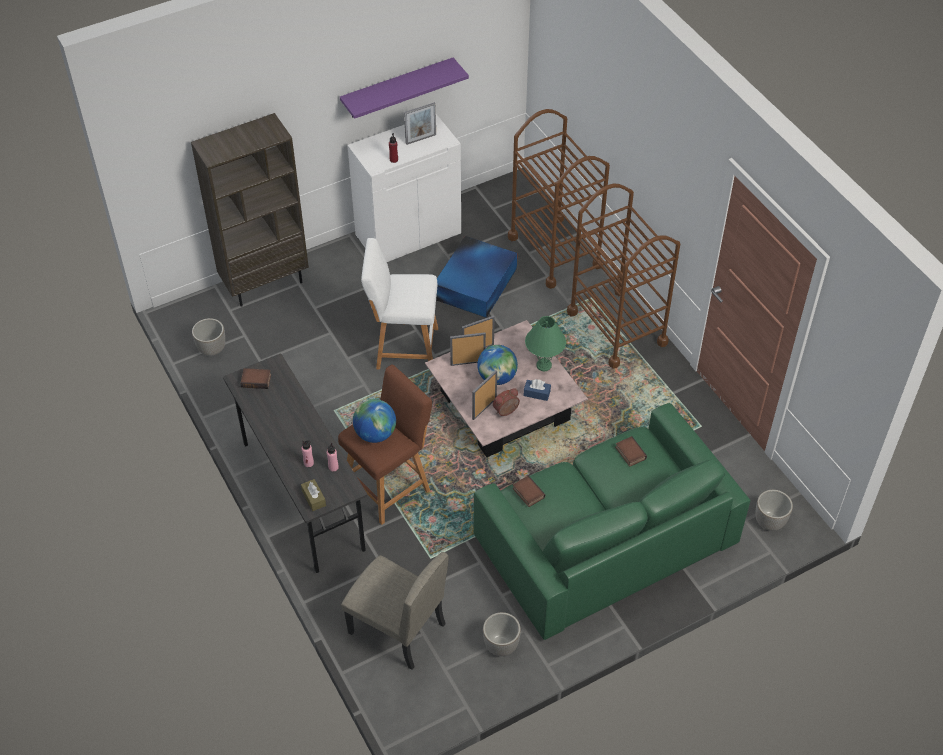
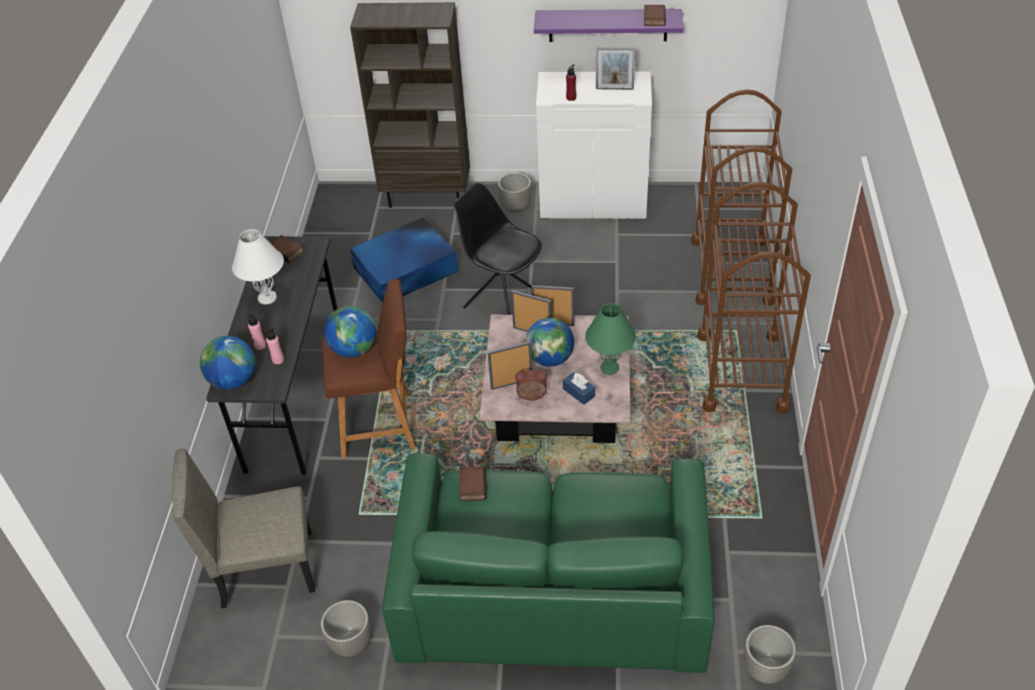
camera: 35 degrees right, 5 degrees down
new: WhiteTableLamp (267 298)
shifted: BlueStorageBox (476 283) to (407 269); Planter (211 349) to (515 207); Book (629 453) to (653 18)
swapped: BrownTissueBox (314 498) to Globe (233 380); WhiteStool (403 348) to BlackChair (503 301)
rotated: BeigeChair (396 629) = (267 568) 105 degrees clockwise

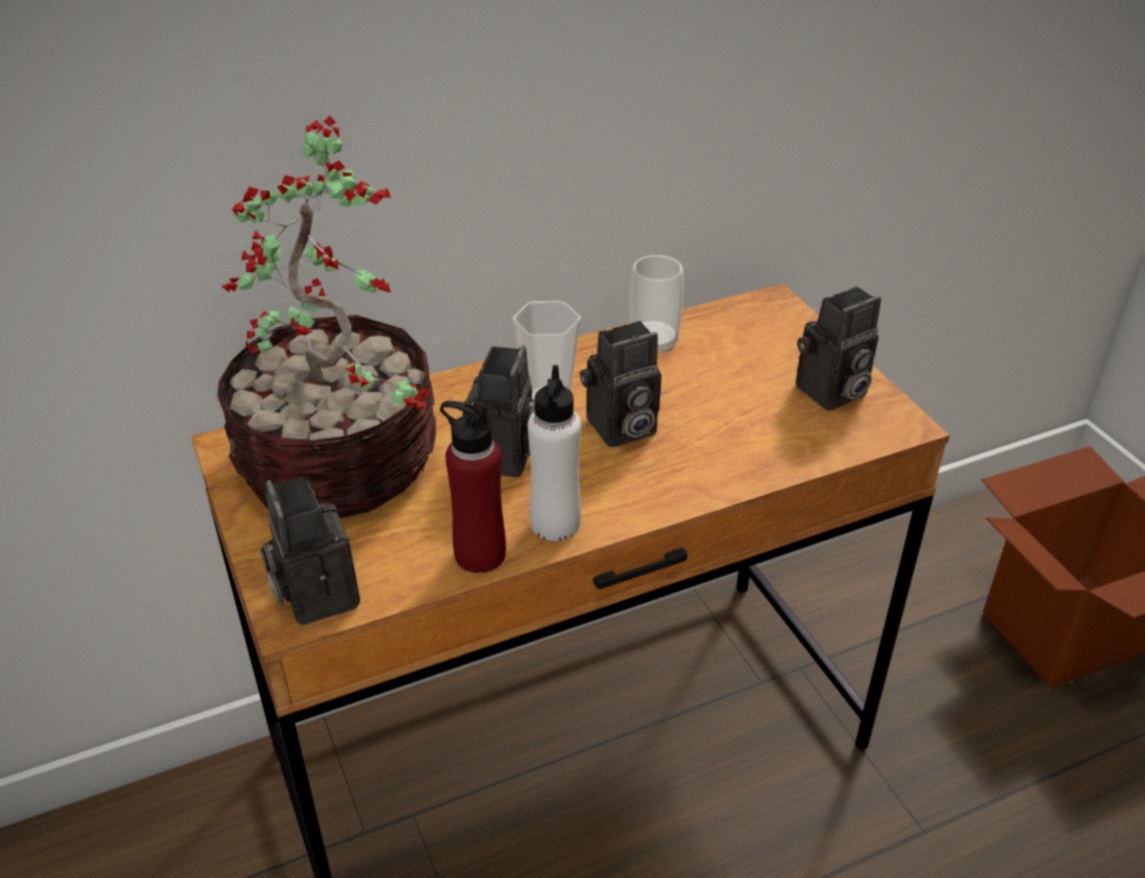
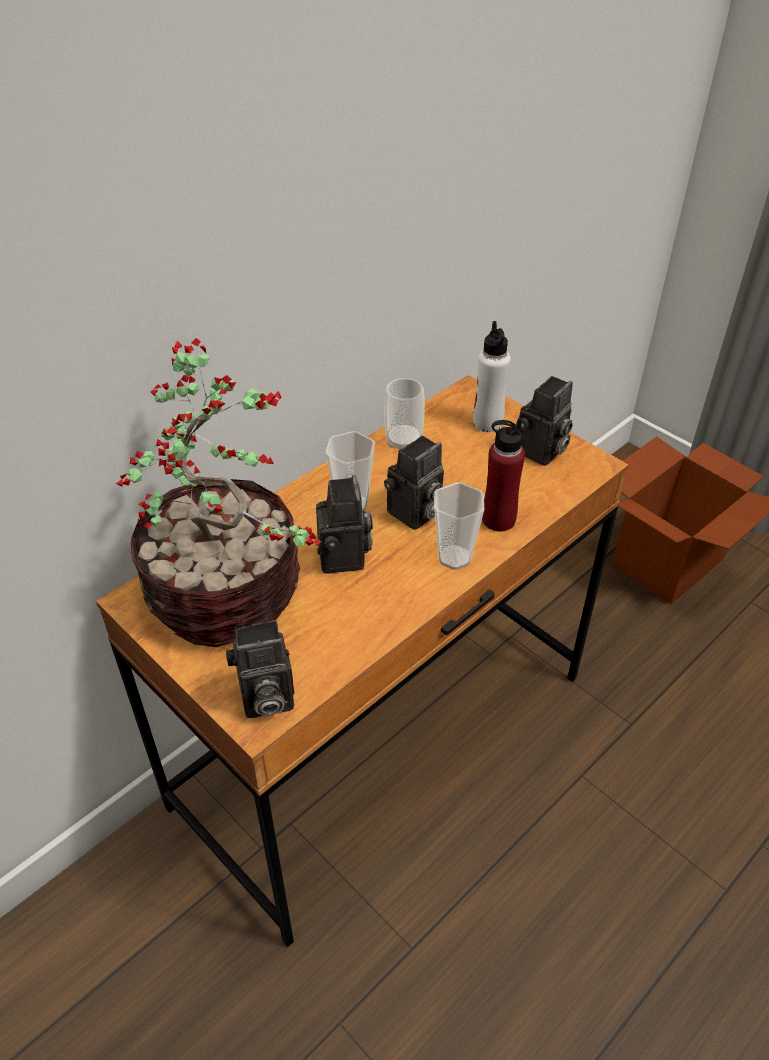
camera: 20 degrees left, 5 degrees up
new: Cup (454 557)
shifted: WhiteBottle (555 524) to (487 423); RedBottle (479 554) to (498 519)
rotated: PhotoCamera (314 594) = (264 699) 60 degrees counterclockwise

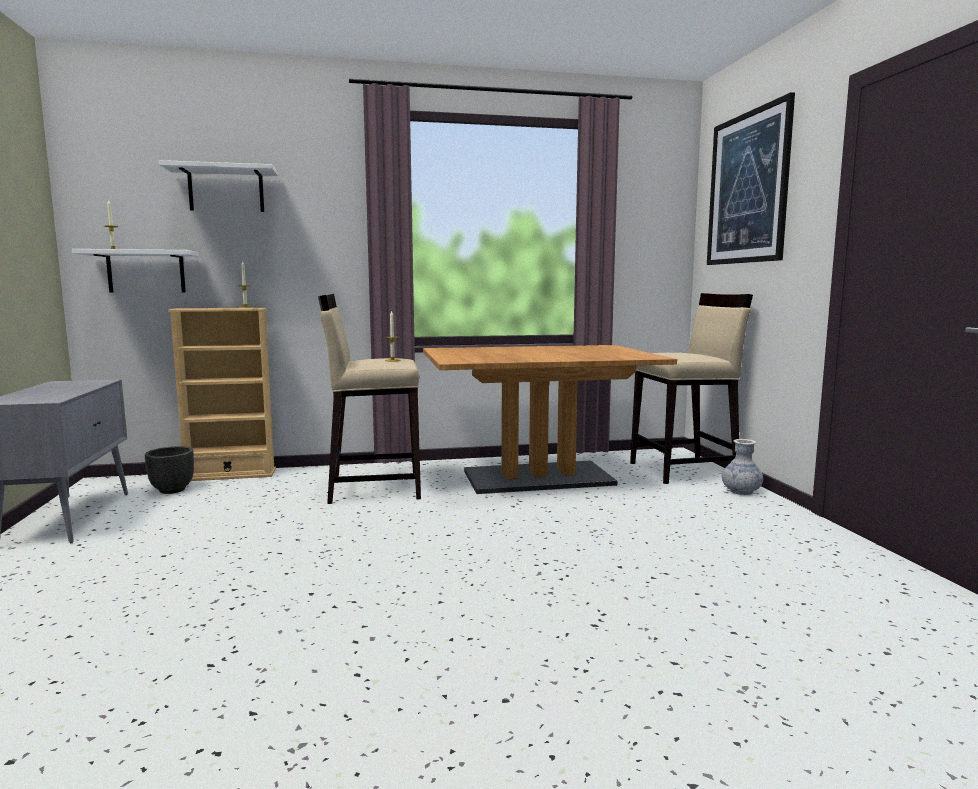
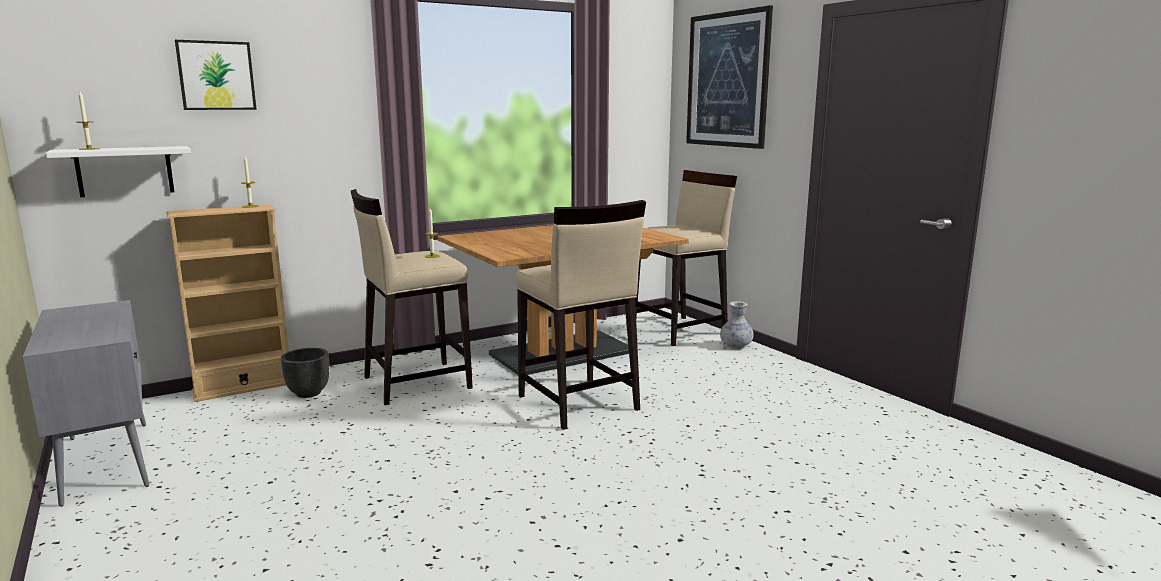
camera: 20 degrees left, 5 degrees up
new: BeigeStool (578 403)
shifted: BlackPlanter (173 490) to (309 393)
swapped: WhiteShelf (226 190) to Picture (216 76)

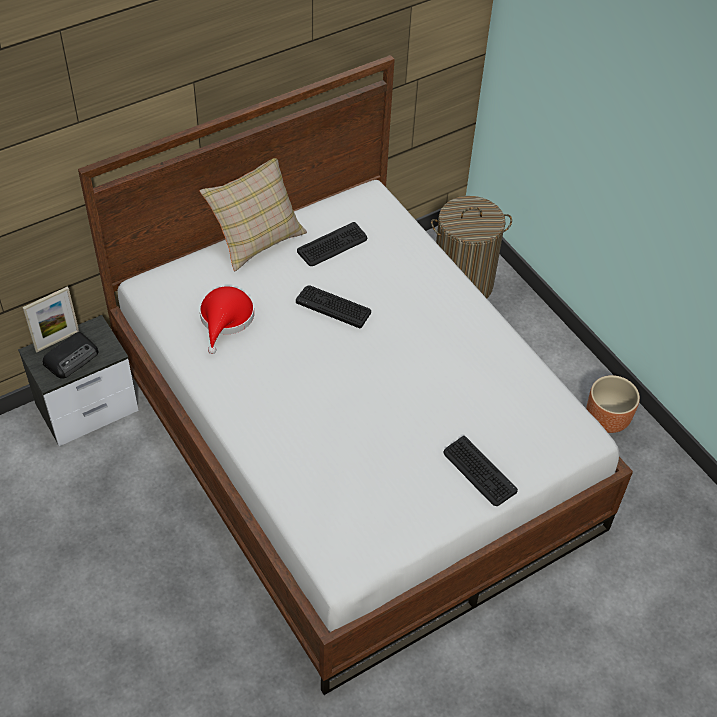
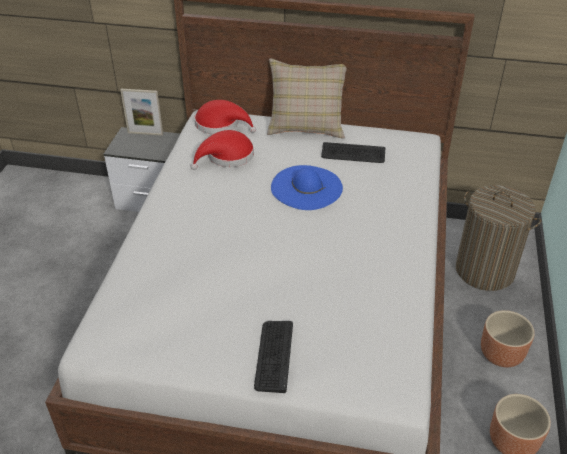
camera: 45 degrees right, 10 degrees down
gone: Radio (72 358)
new: RedHat (221 124); BrownPlanter (501 355)
swapped: Keyboard (333 306) to BlueHat (306 187)

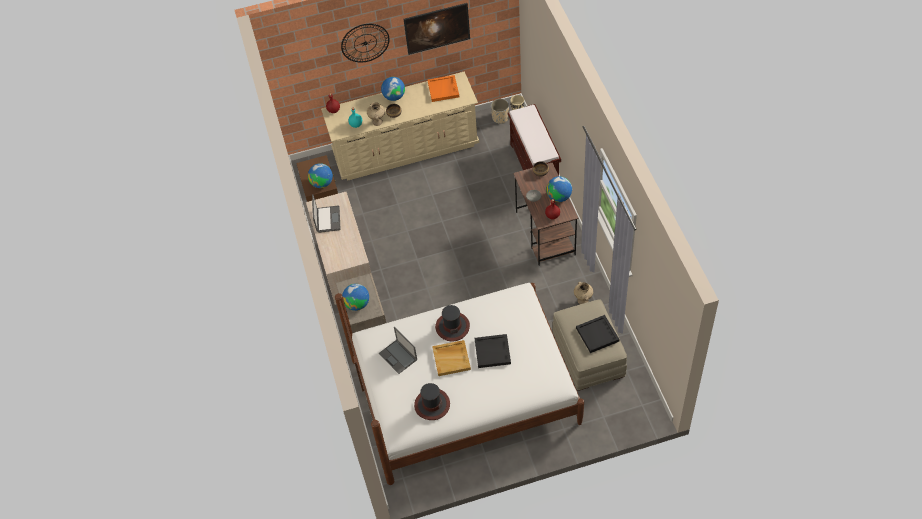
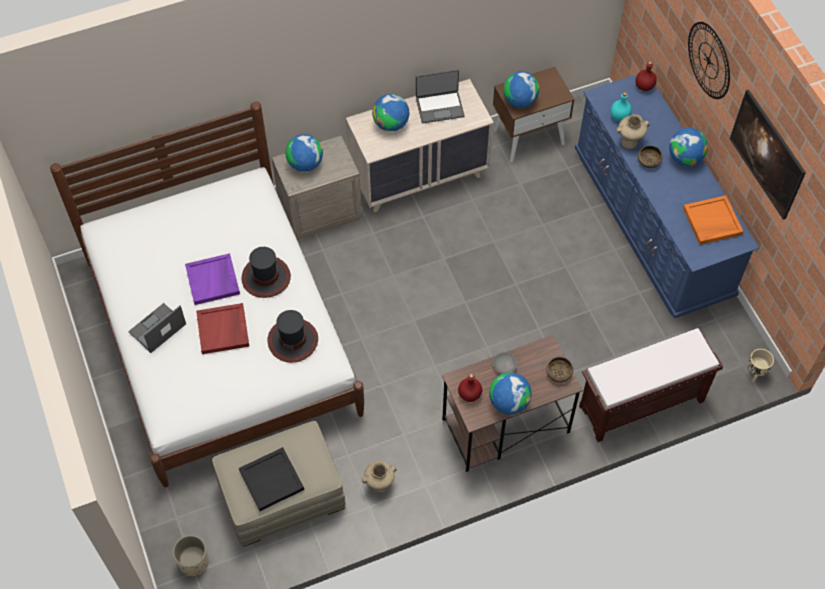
camera: 80 degrees right, 5 degrees up
new: Globe (391 124)
shifted: Laptop (398 357) to (157 329); BeigePlanter (500 118) to (194 562); Hat (432 404) to (293 340)
repainted: BeigeTray (451 358) to PurpleTray (213 280); BlackTray (493 351) to RedTray (223 330); BeigeDresser (405 148) to BlueDresser (651 223)

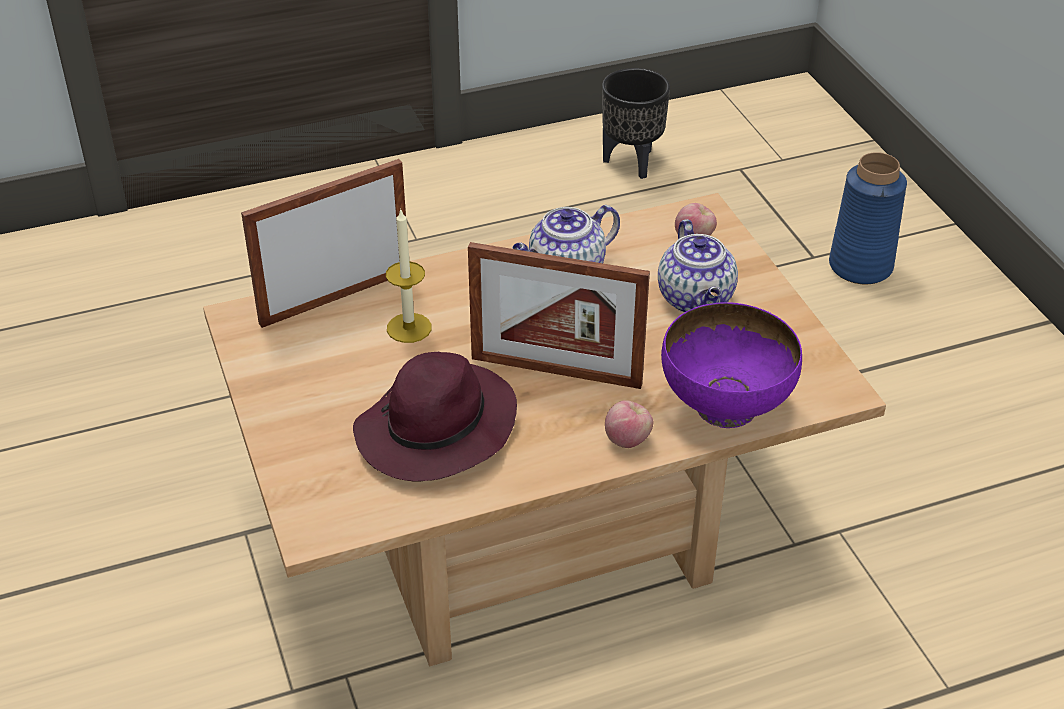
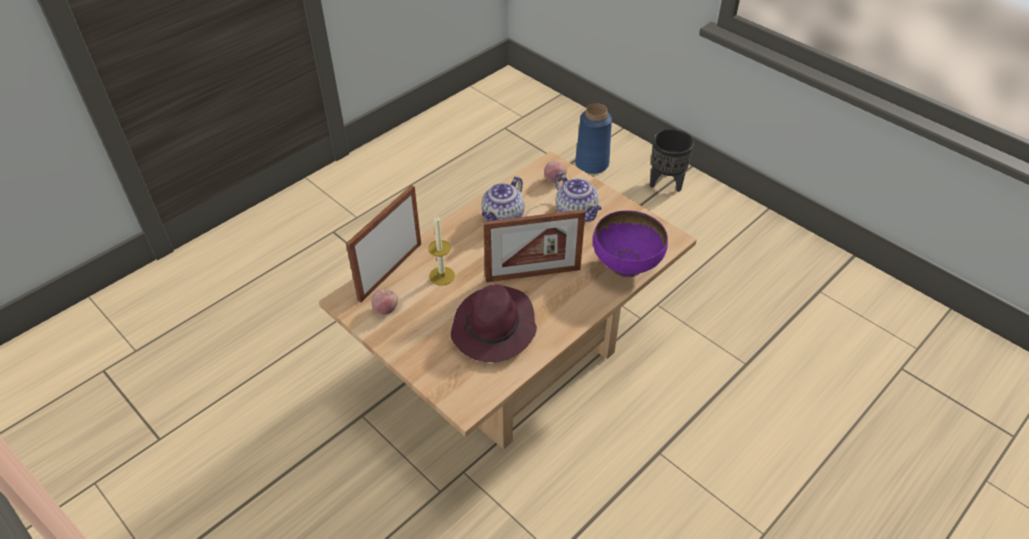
camera: 25 degrees left, 5 degrees up
shifted: Apple (627 440) to (386 309); BlackPlanter (632 162) to (666 183)

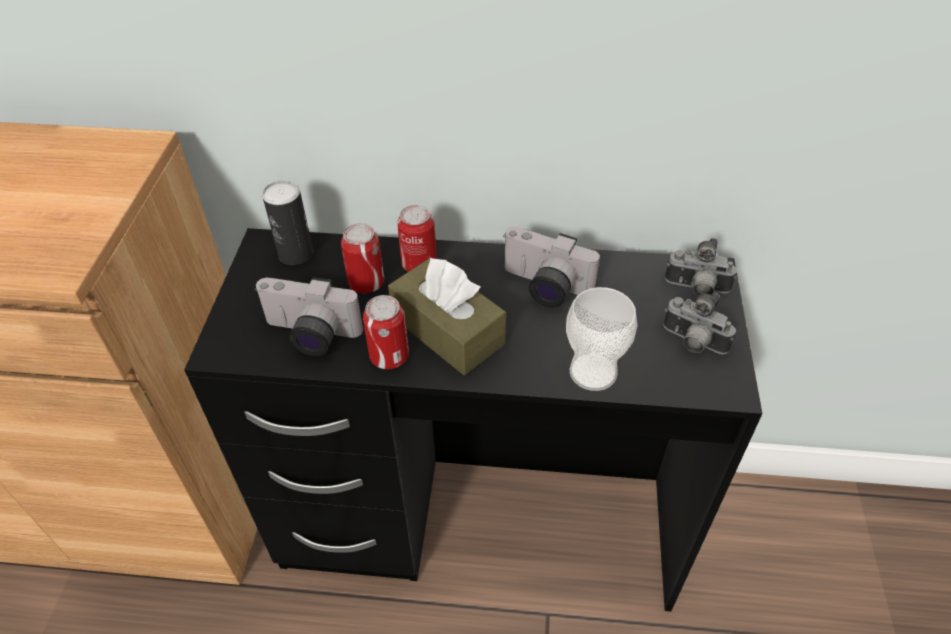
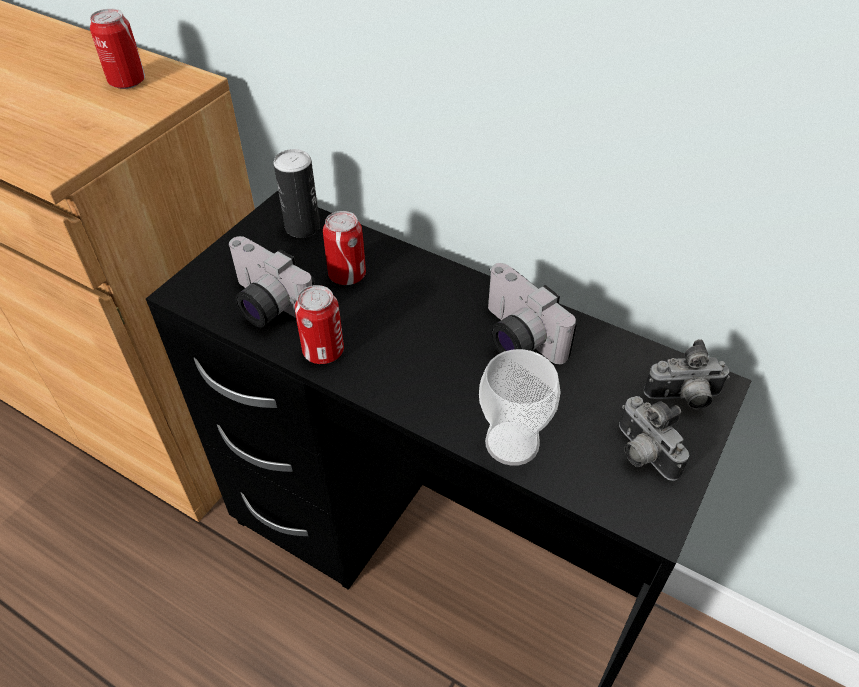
camera: 25 degrees right, 0 degrees up
gone: BrownTissueBox (447 330)
shifted: Can (419 264) to (127 82)
rotated: PhotoCamera (696 289) = (683 399) 45 degrees counterclockwise

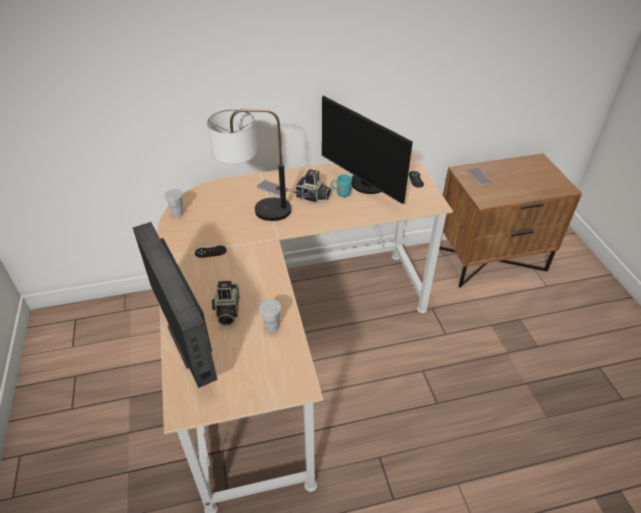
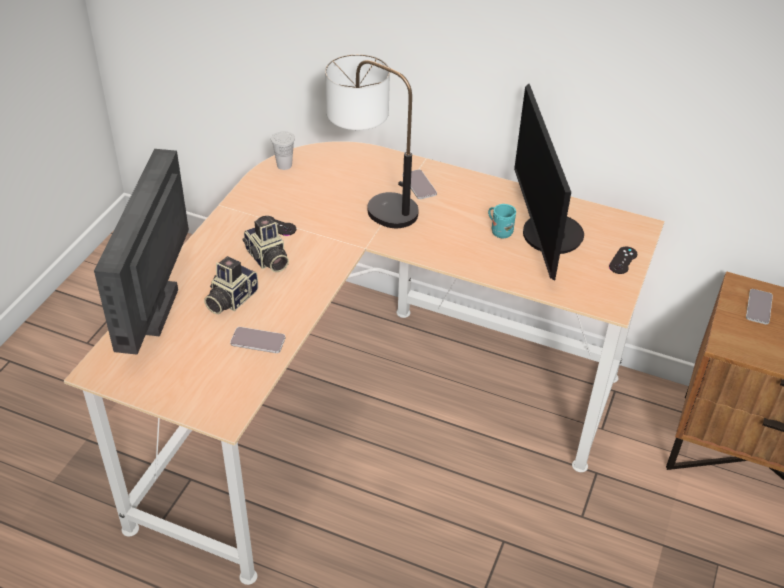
camera: 35 degrees right, 0 degrees up
shifted: PhotoCamera (313 197) to (267 259)
swapped: WhiteCup (272 327) to Phone (258 341)

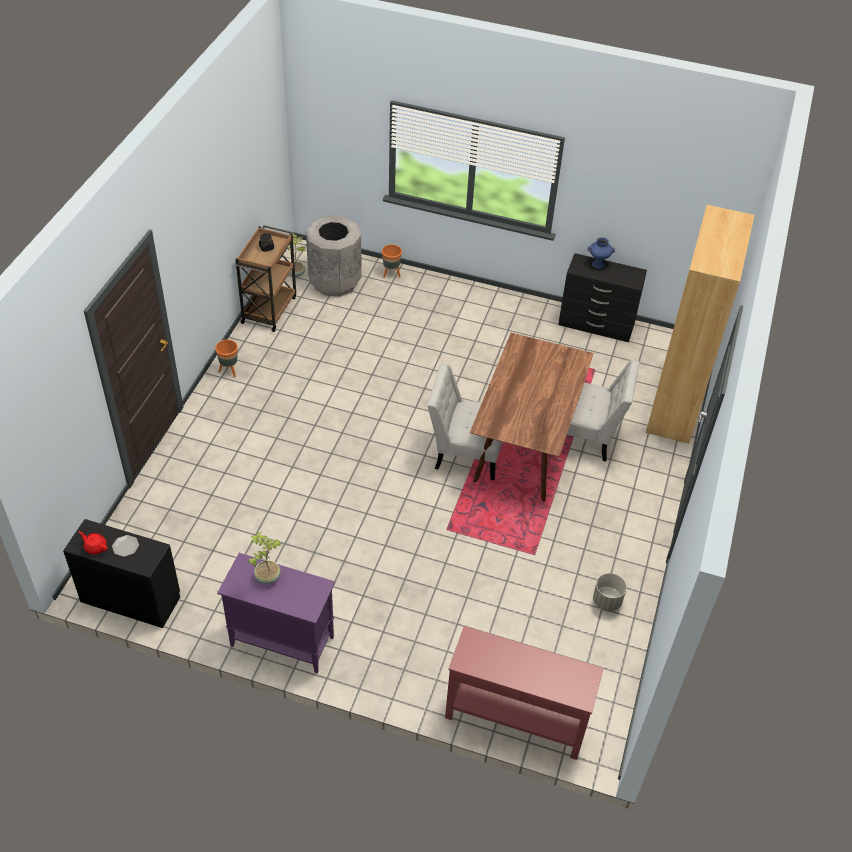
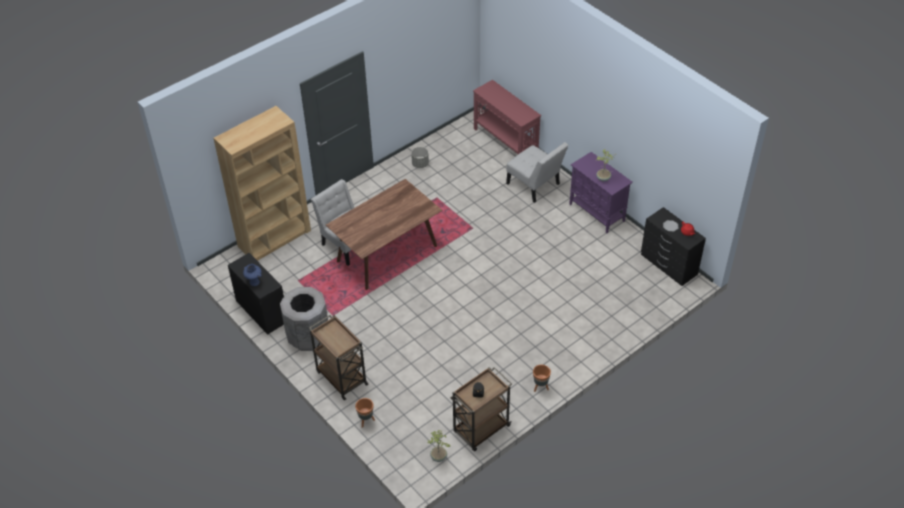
camera: 145 degrees left, 0 degrees up
new: BrownCart (341 377)
shifted: GreyTrashCan (334 281) to (308 337); WhiteChair (465 452) to (535 186)

